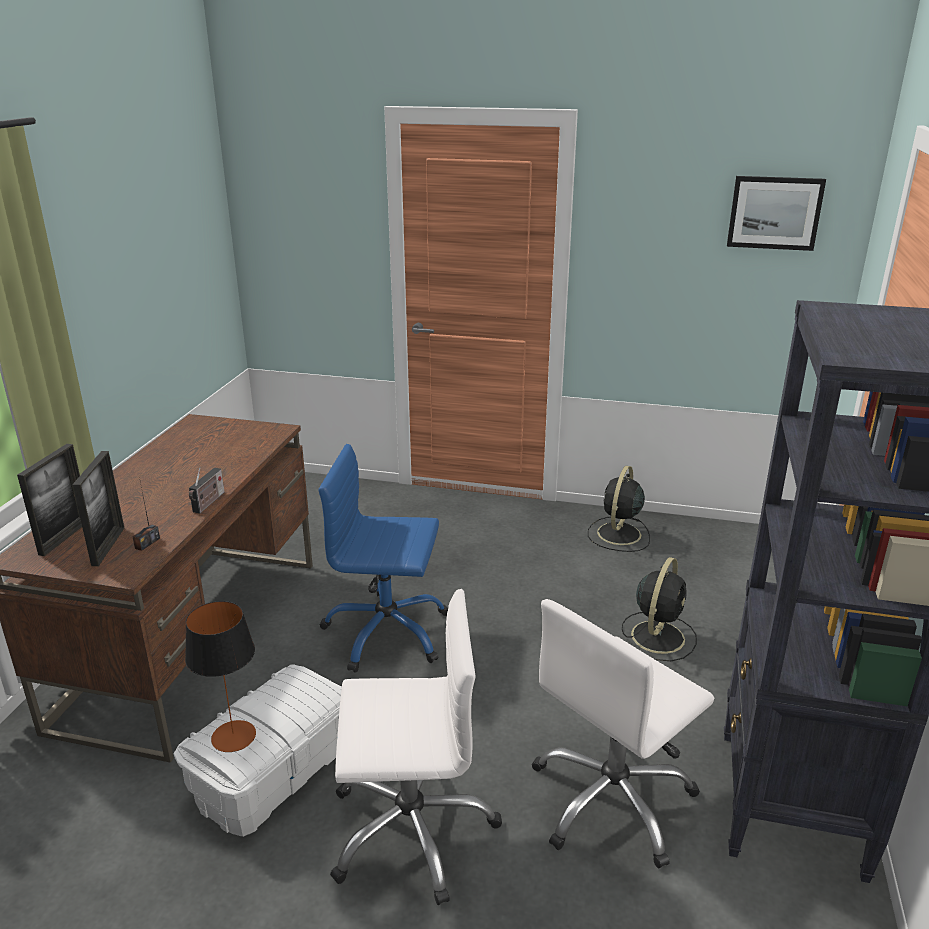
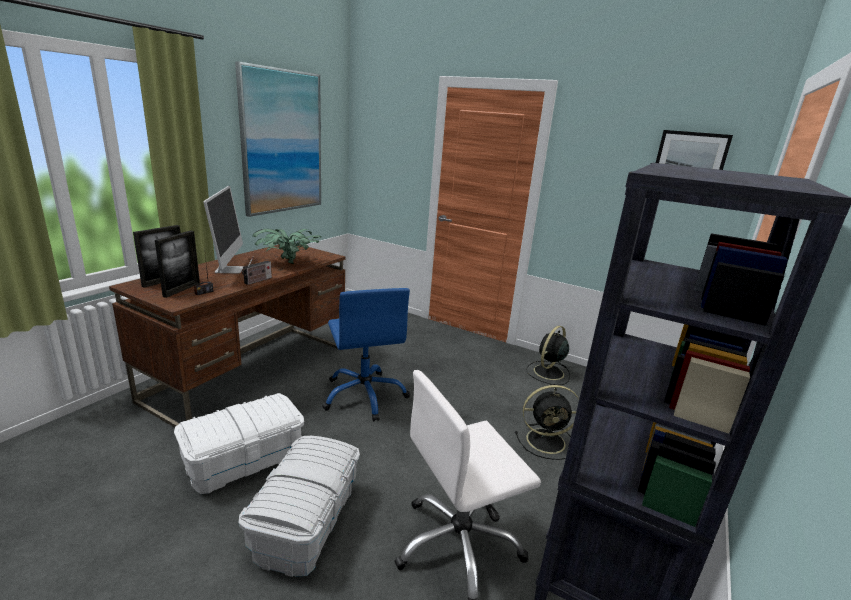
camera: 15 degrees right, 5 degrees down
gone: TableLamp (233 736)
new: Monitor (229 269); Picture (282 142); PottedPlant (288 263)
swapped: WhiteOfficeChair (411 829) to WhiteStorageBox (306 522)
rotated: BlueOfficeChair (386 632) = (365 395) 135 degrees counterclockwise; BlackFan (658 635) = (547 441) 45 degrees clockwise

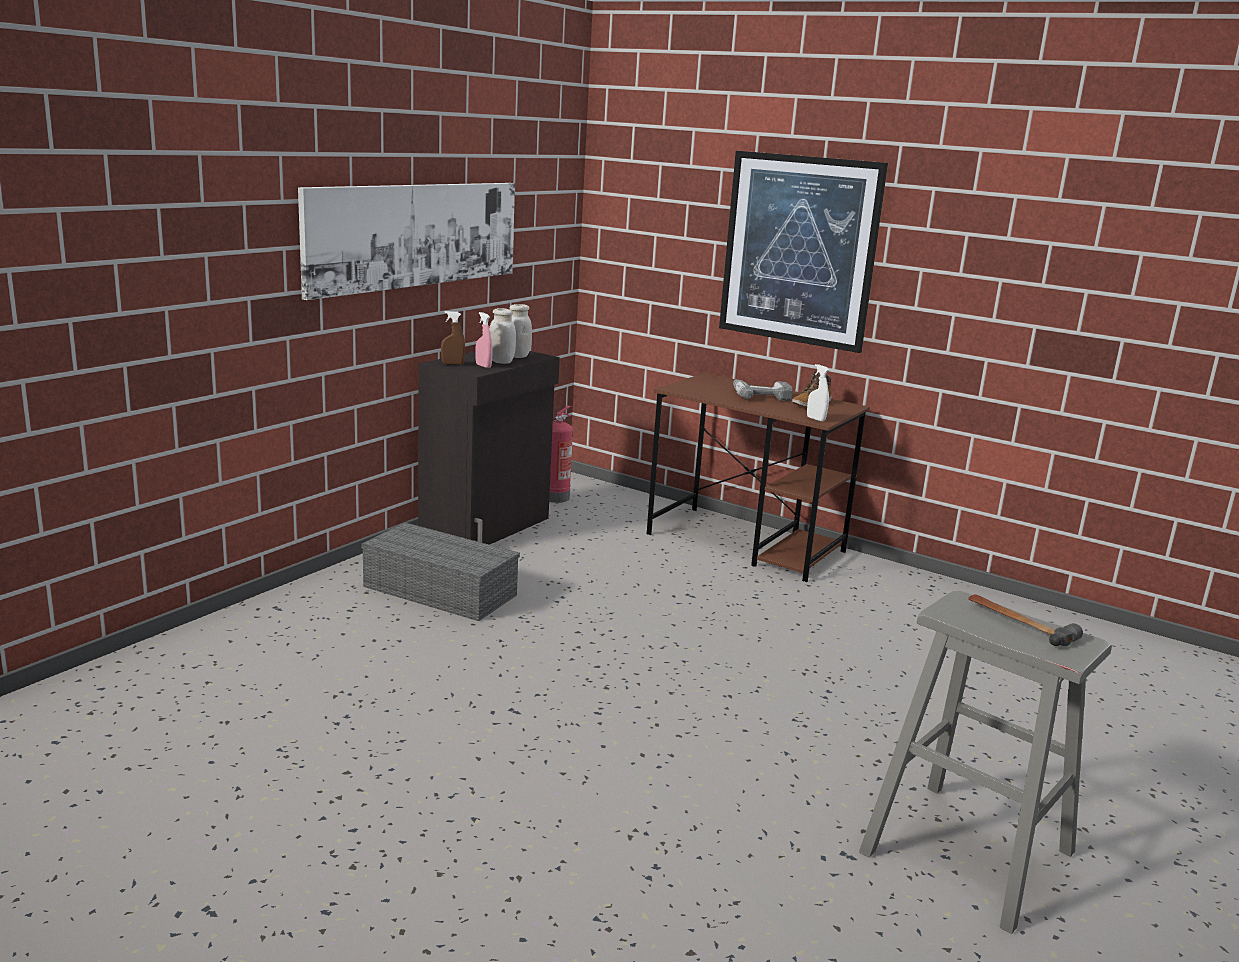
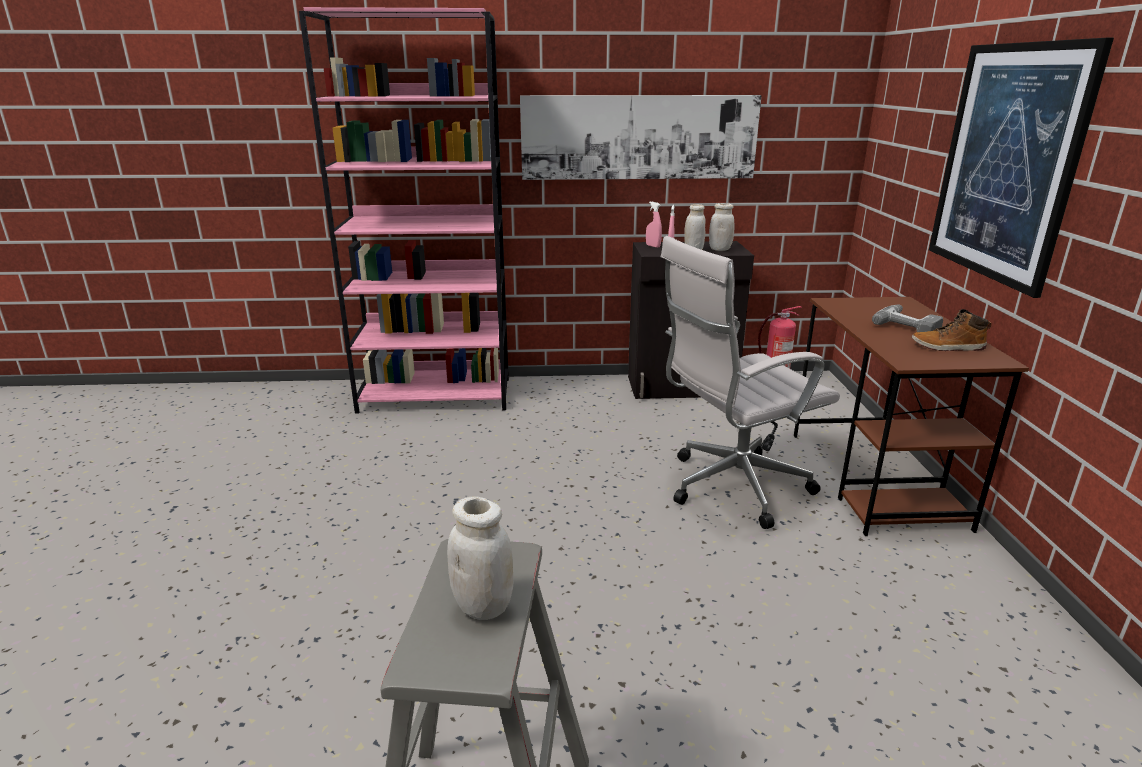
camera: 55 degrees right, 5 degrees up
gone: GreyStorageBox (437 591); WhiteSprayBottle (815 419)
new: PinkBookcase (436 395); WhiteOfficeChair (731 487)
swapped: Hammer (1019 624) to WhiteJar (483 606)
repainted: BrownSprayBottle (452 364) to PinkSprayBottle (653 246)

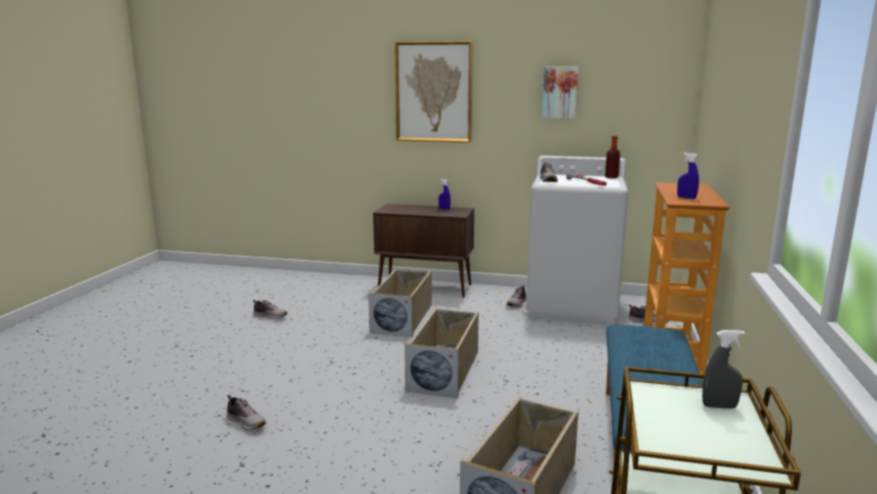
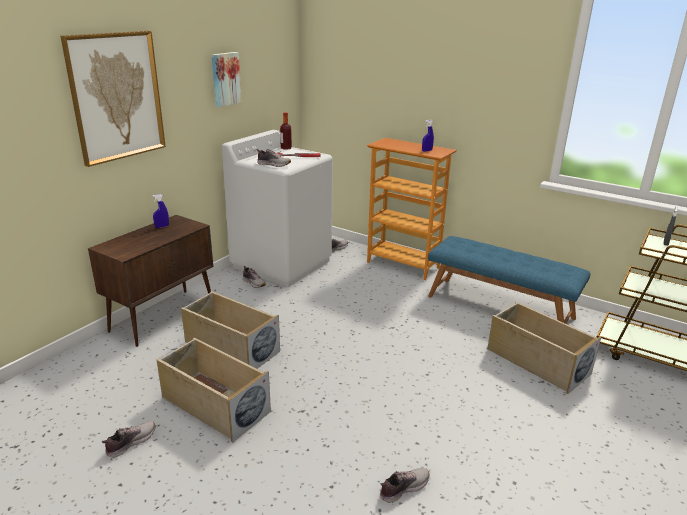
camera: 70 degrees left, 10 degrees up
shifted: BeigeStorageBox (444 370) to (214 404)

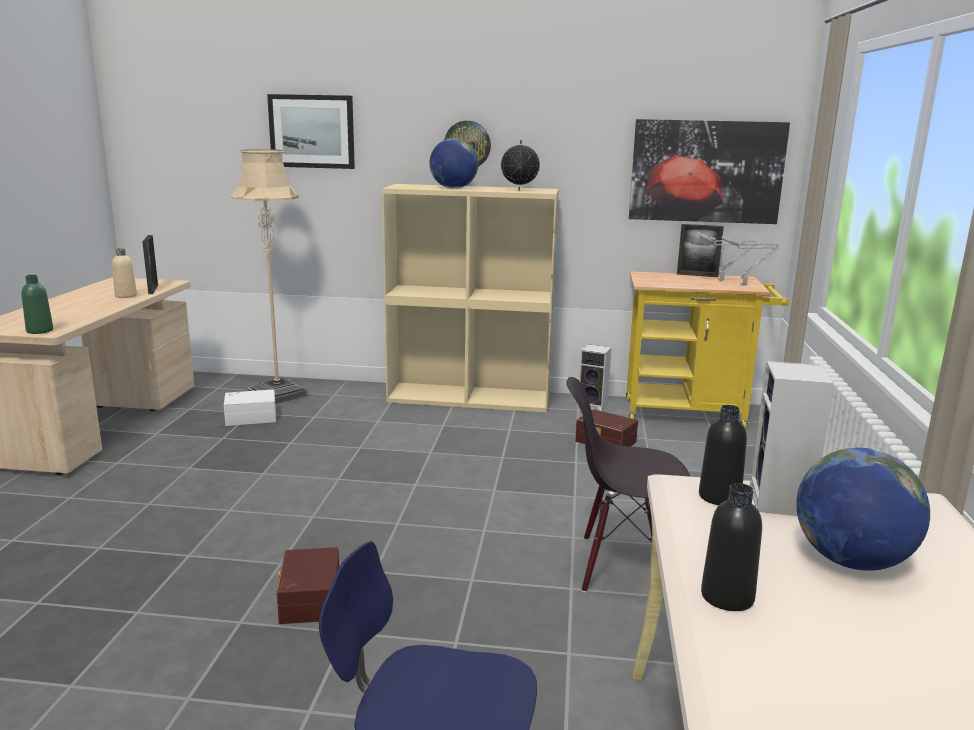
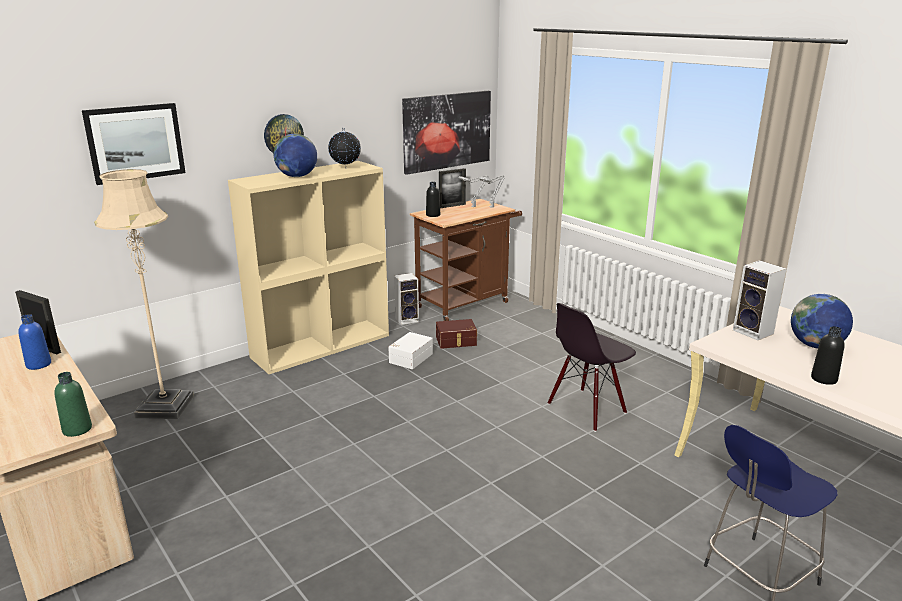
camera: 45 degrees left, 5 degrees up
gone: BrownStorageBox (308 599)
shifted: WhiteStorageBox (251 417) to (410 358); BlackBottle (719 497) to (433 215)
repainted: BeigeBottle (126 296) to BlueBottle (38 364); YellowCart (692 414) to BrownCart (466 303)

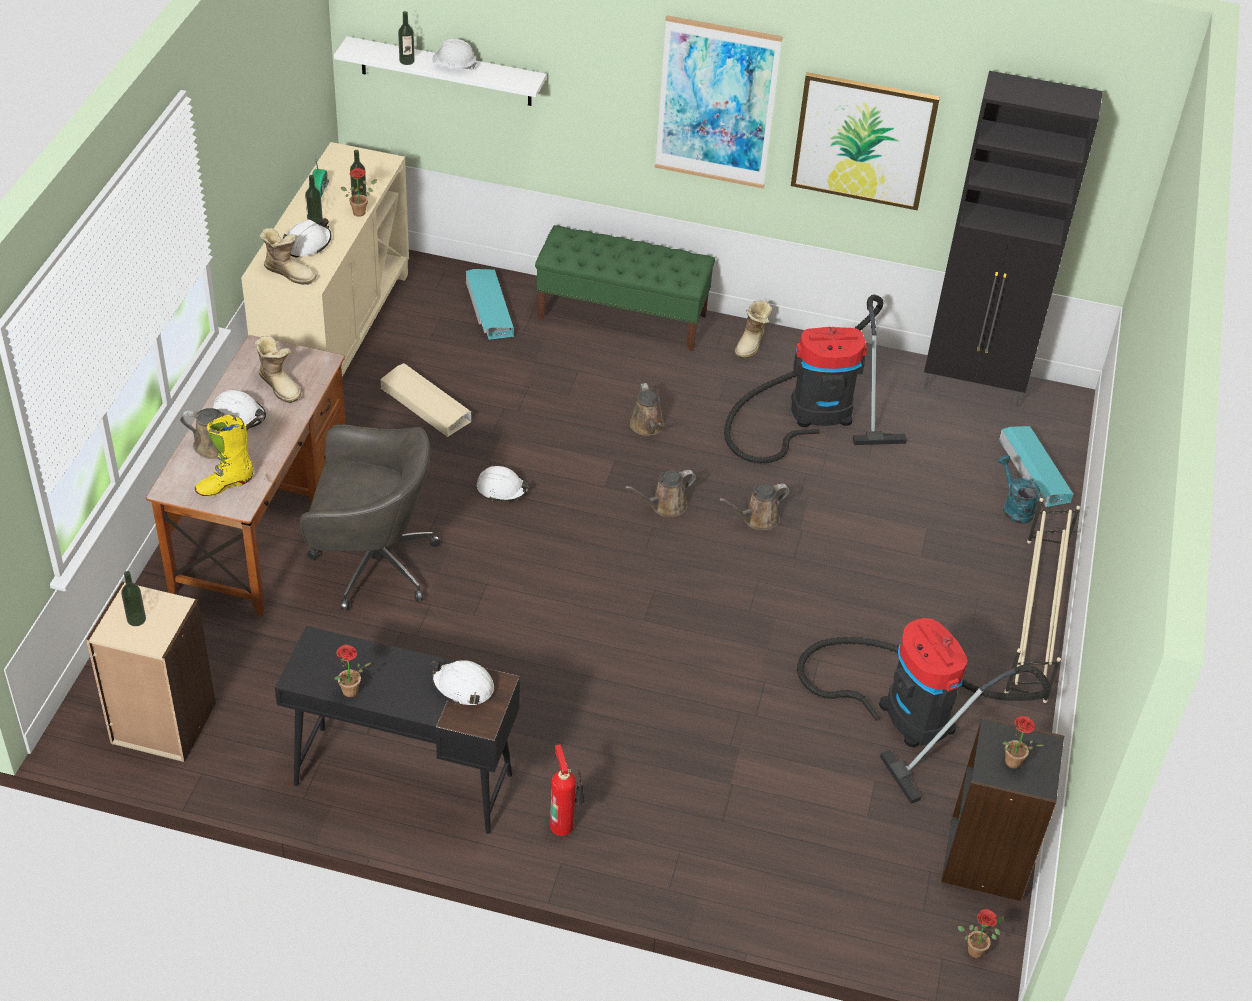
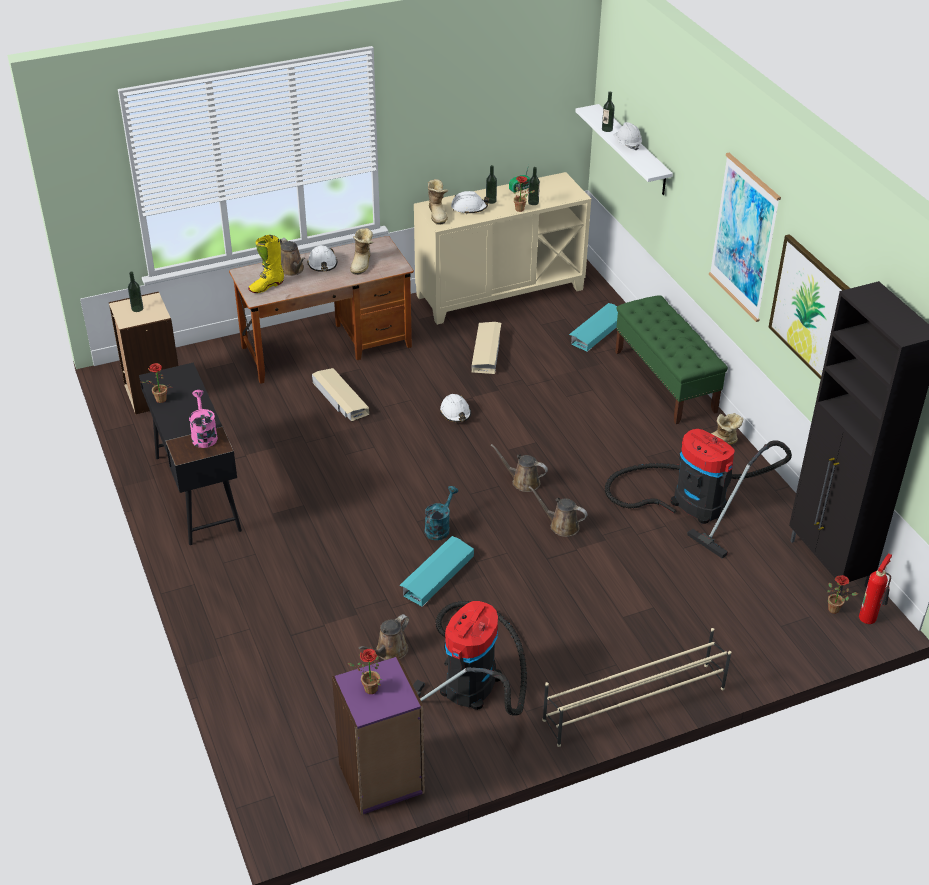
camera: 55 degrees right, 5 degrees down
shifted: BrownWateringCan (647 427) to (389 651); TurquoiseStorageBox (1033 471) to (436 575); TurquoiseWateringCan (1014 507) to (439 527); PottedPlant (977 949) to (836 609); FireExtinguisher (563 824) to (869 618)
swapped: WhiteHardHat (463 687) to PinkWateringCan (203 435); GreyOfficeChair (371 564) to BeigeStorageBox (340 399)
repainted: BlackBookcase (987 858) to PurpleBookcase (381 779)
rotated: YellowBoot (225 484) = (266 286) 60 degrees counterclockwise

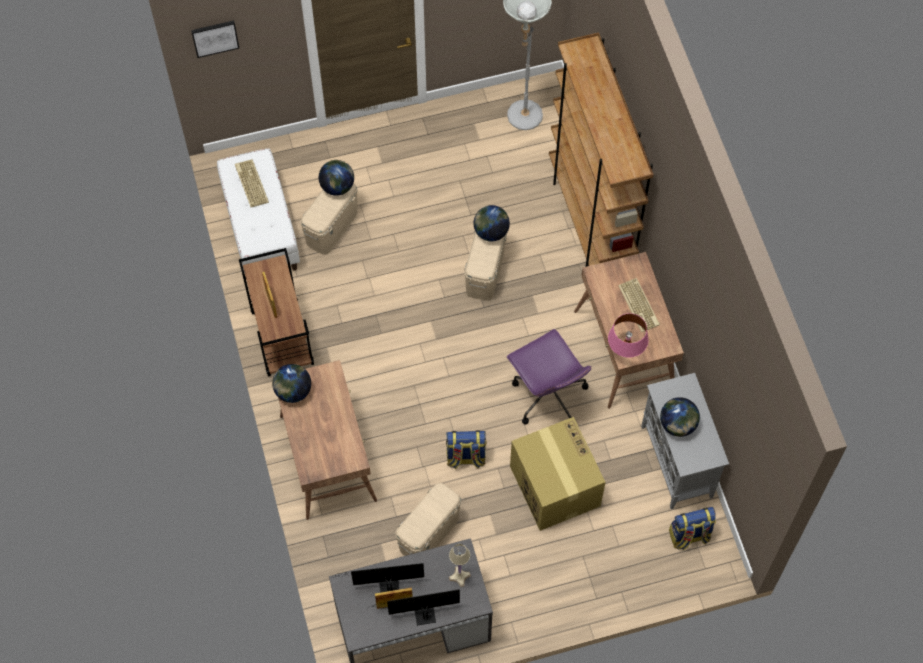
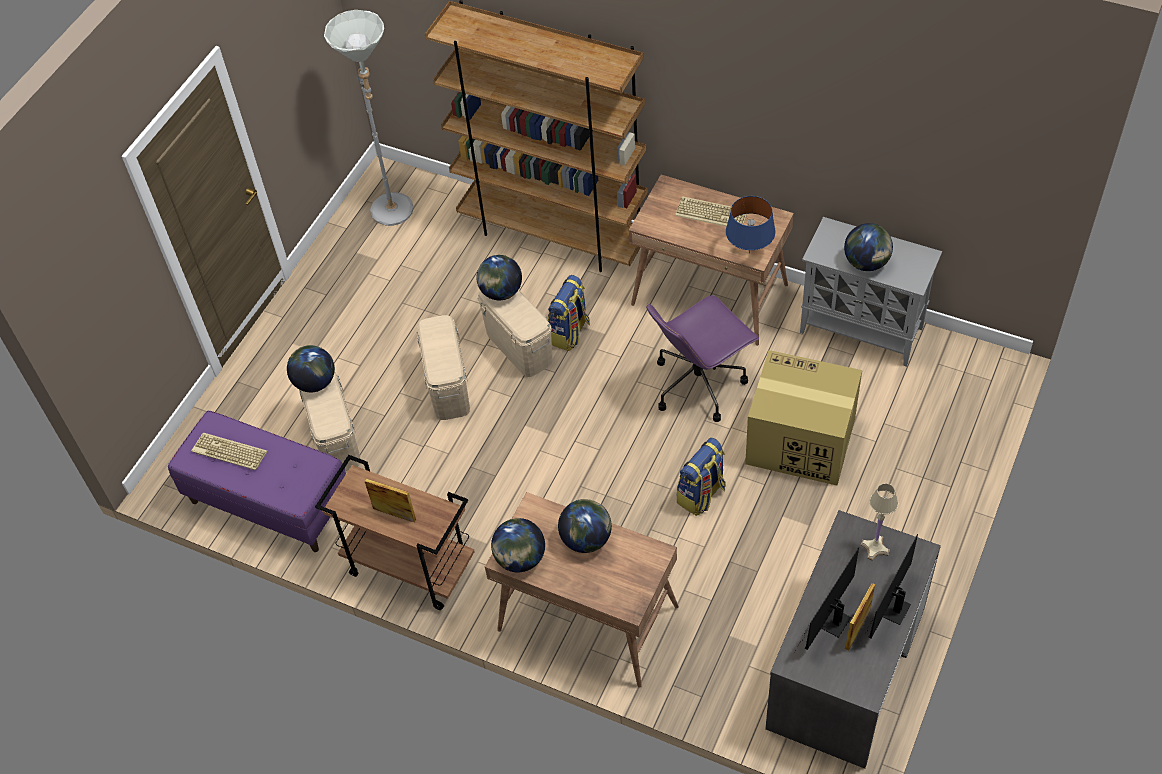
camera: 45 degrees left, 10 degrees down
gone: Picture (215 37)
new: Globe (586 539)
shifted: BeigeStorageBox (429 533) to (447 386); Backpack (689 536) to (569 333)
repainted: WhiteBench (261 229) to PurpleBench (269 502); PinkTableLamp (626 350) to BlueTableLamp (749 253)
rotated: PurpleOfficeChair (548 396) = (699 383) 135 degrees clockwise

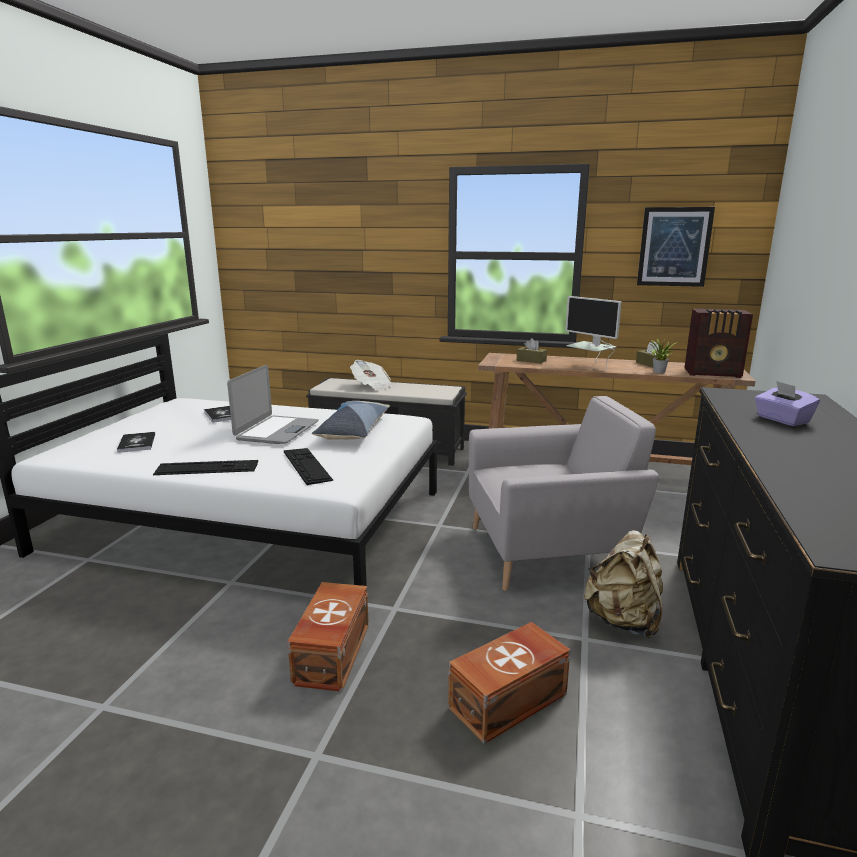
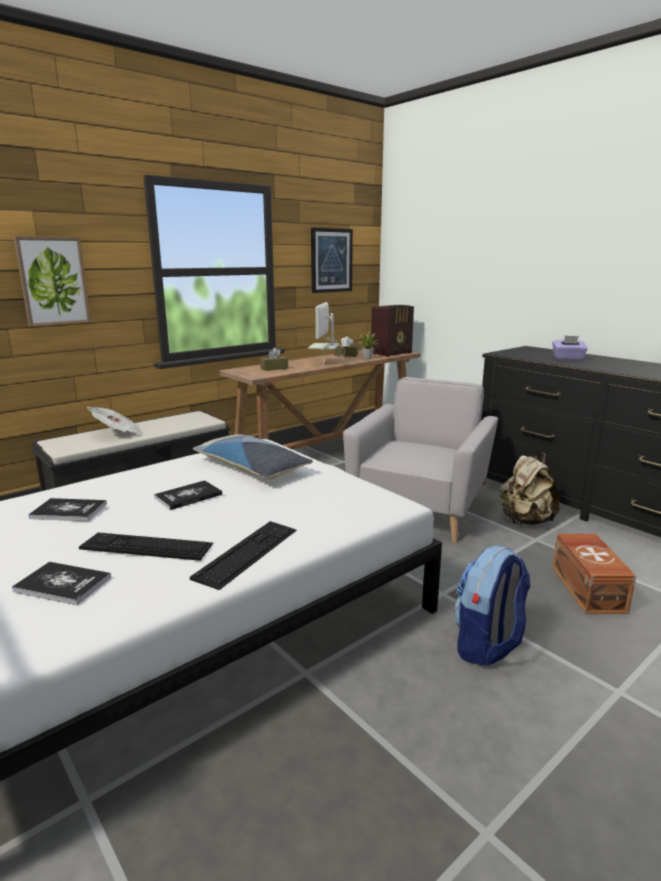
camera: 55 degrees left, 0 degrees up
new: Picture (53 281)
shifted: Keyboard (307 465) to (146 546)
swapped: Laptop (277 431) to Book (188 496); BrownStorageBox (330 654) to Backpack (487 645)
rotated: Monitor (590 367) = (325 364) 105 degrees clockwise

